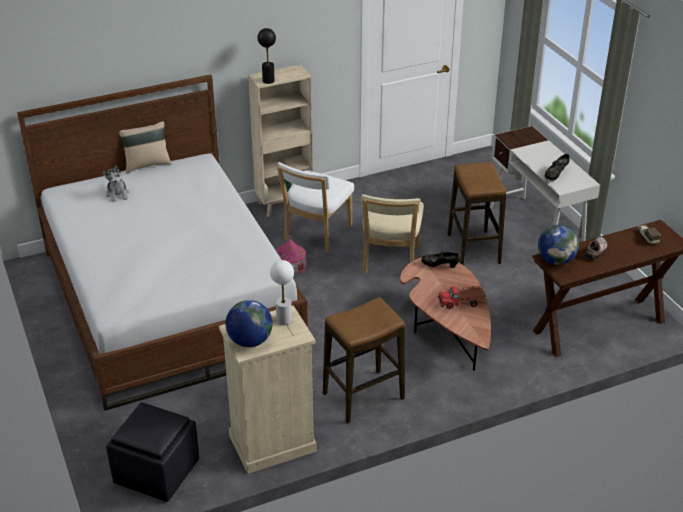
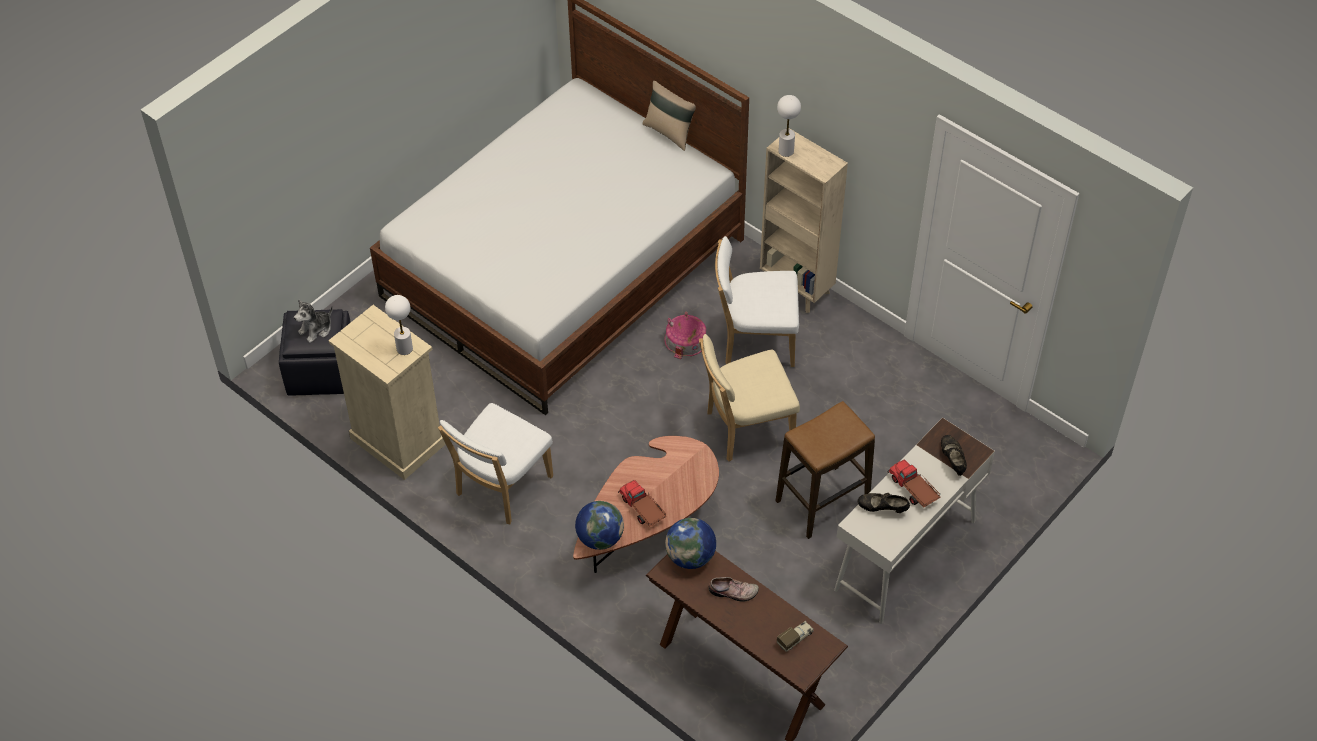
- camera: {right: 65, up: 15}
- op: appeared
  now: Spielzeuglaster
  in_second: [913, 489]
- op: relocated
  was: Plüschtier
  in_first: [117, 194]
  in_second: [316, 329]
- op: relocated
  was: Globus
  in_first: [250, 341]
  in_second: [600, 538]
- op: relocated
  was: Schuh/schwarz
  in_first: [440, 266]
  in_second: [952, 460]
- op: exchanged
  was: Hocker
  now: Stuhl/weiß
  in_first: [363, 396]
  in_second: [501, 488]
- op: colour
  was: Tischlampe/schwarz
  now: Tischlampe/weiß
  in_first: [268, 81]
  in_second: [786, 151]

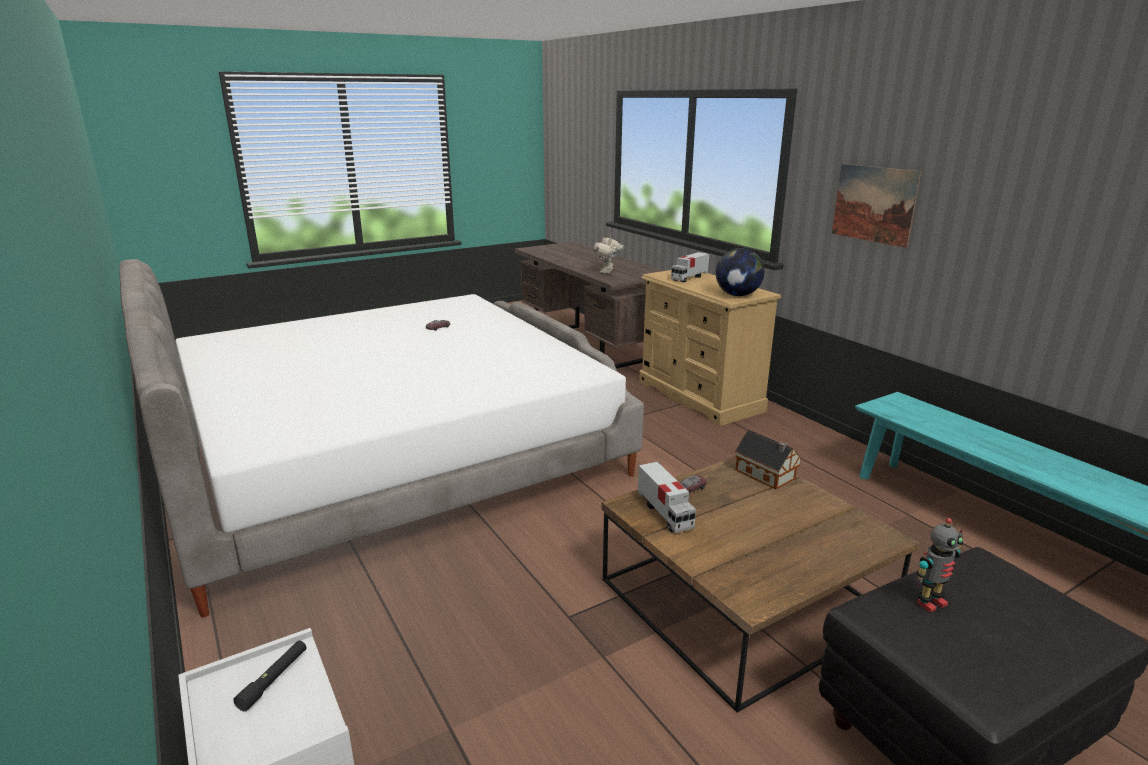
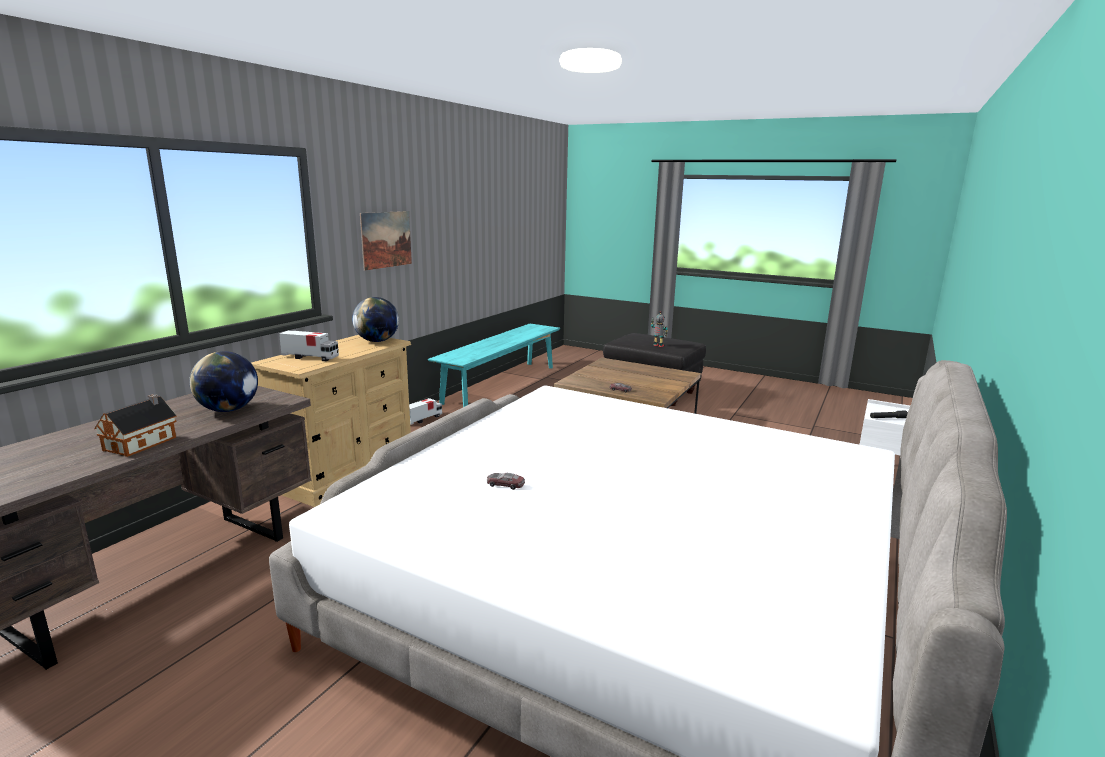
- camera: {right: -120, up: -5}
- op: relocated
  was: Spielzeuglaster
  in_first: [665, 513]
  in_second: [423, 419]
- op: relocated
  was: Spielzeughaus
  in_first: [766, 475]
  in_second: [143, 443]
- op: exchanged
  was: Spielzeugroboter
  now: Globus
  in_first: [607, 272]
  in_second: [228, 410]

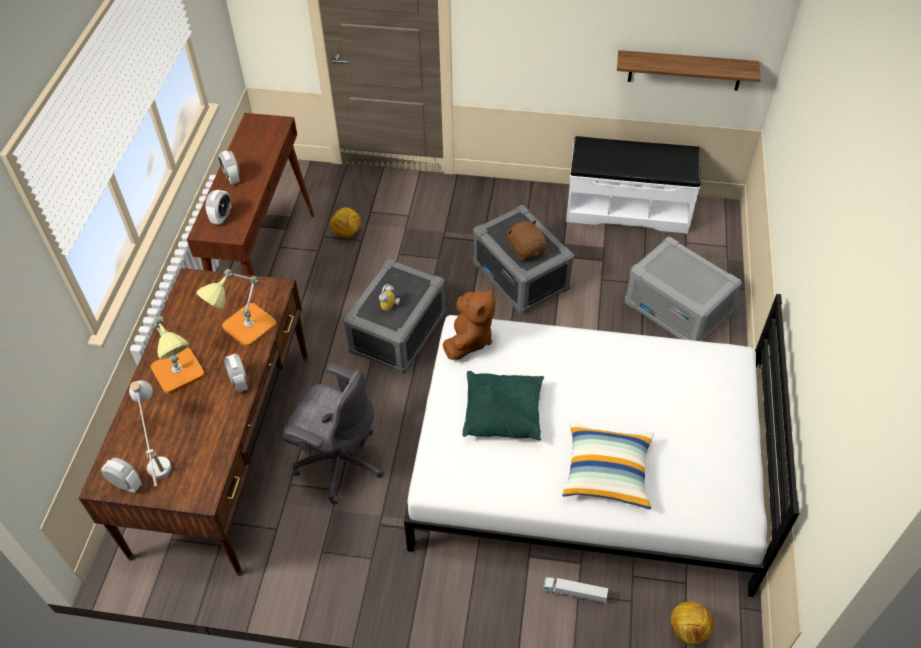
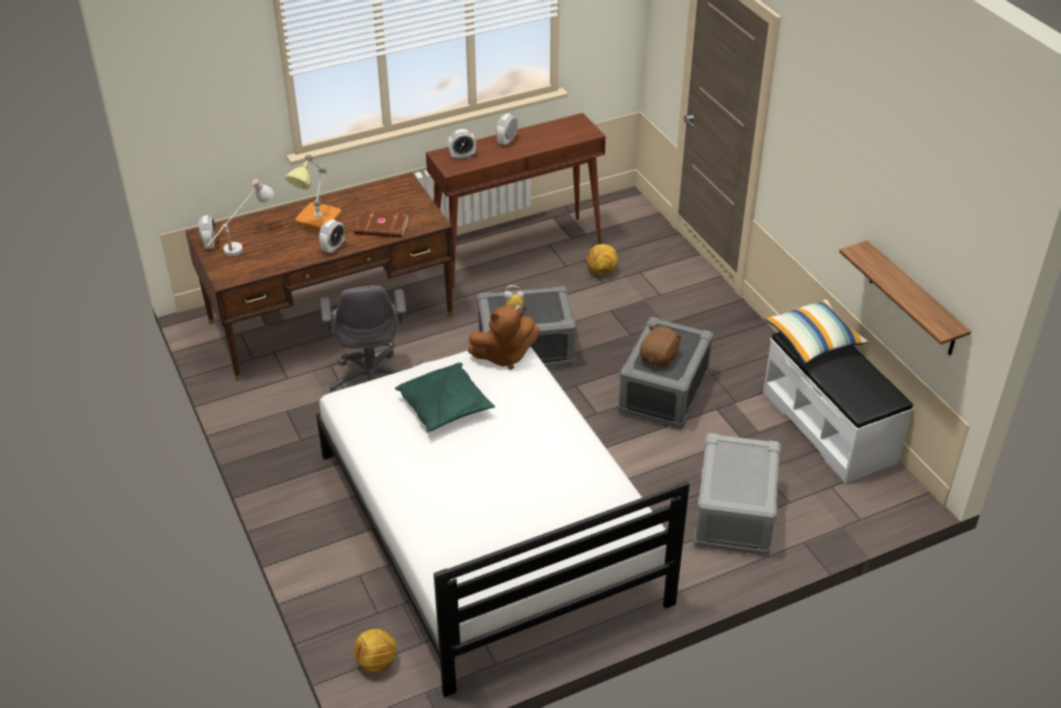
- camera: {right: 55, up: -10}
- op: missing
  was: Spielzeuglaster
  in_first: [574, 593]
- op: relocated
  was: Kissen
  in_first: [607, 472]
  in_second: [813, 341]
- op: exchanged
  was: Tischlampe
  now: Buch/braun
  in_first: [244, 330]
  in_second: [381, 227]

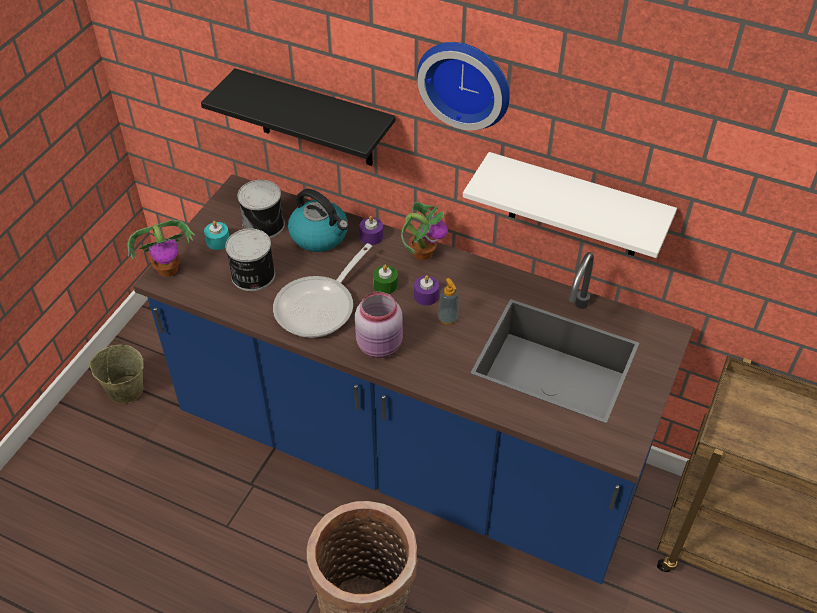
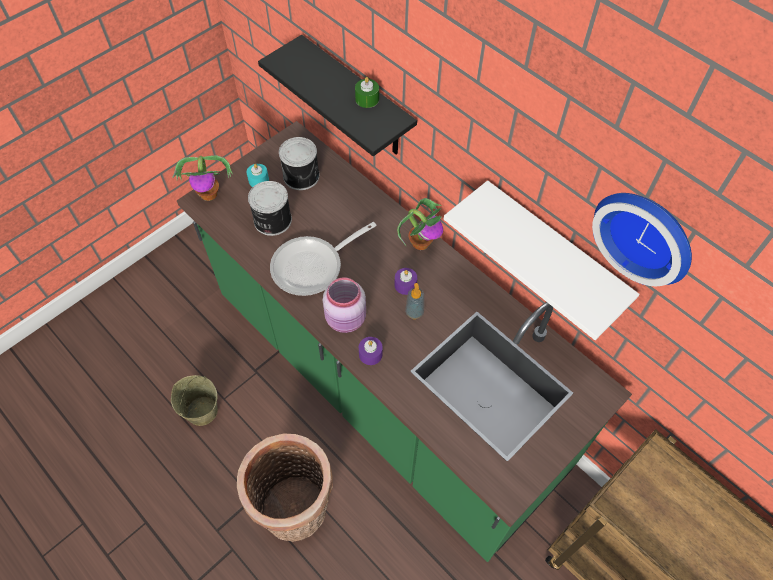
- camera: {right: 20, up: 10}
- op: missing
  was: Wasserkessel
  in_first: [320, 235]
- op: relocated
  was: Eimer/beige
  in_first: [125, 390]
  in_second: [201, 410]
- op: relocated
  was: Kerze/lila
  in_first: [371, 236]
  in_second: [370, 354]
- op: relocated
  was: Kerze/grün
  in_first: [385, 285]
  in_second: [367, 99]
- op: relocated
  was: Wanduhr
  in_first: [466, 81]
  in_second: [646, 234]
- op: colour
  was: Küchenzeile/blau
  now: Küchenzeile/grün
  in_first: [408, 451]
  in_second: [385, 385]

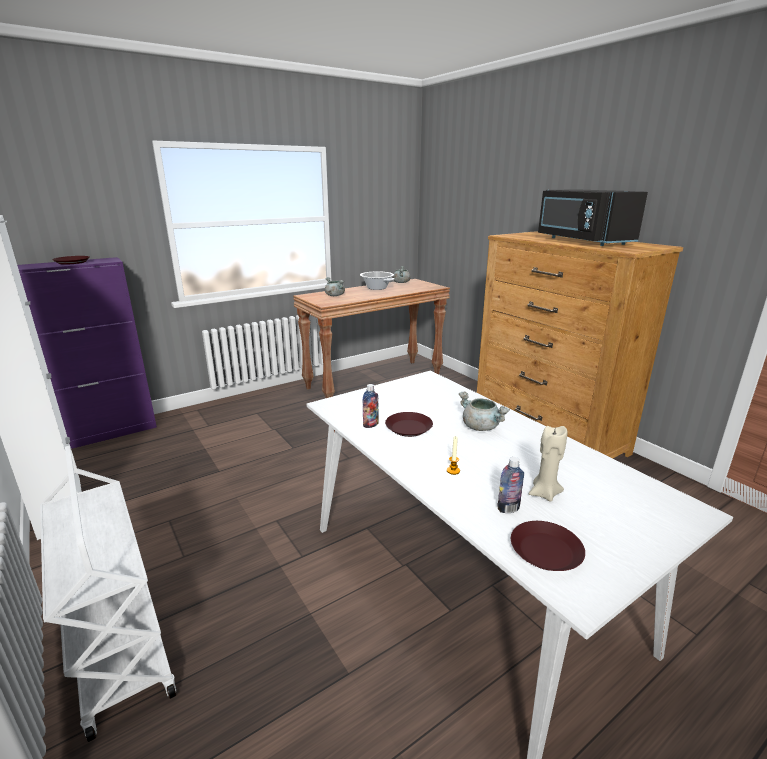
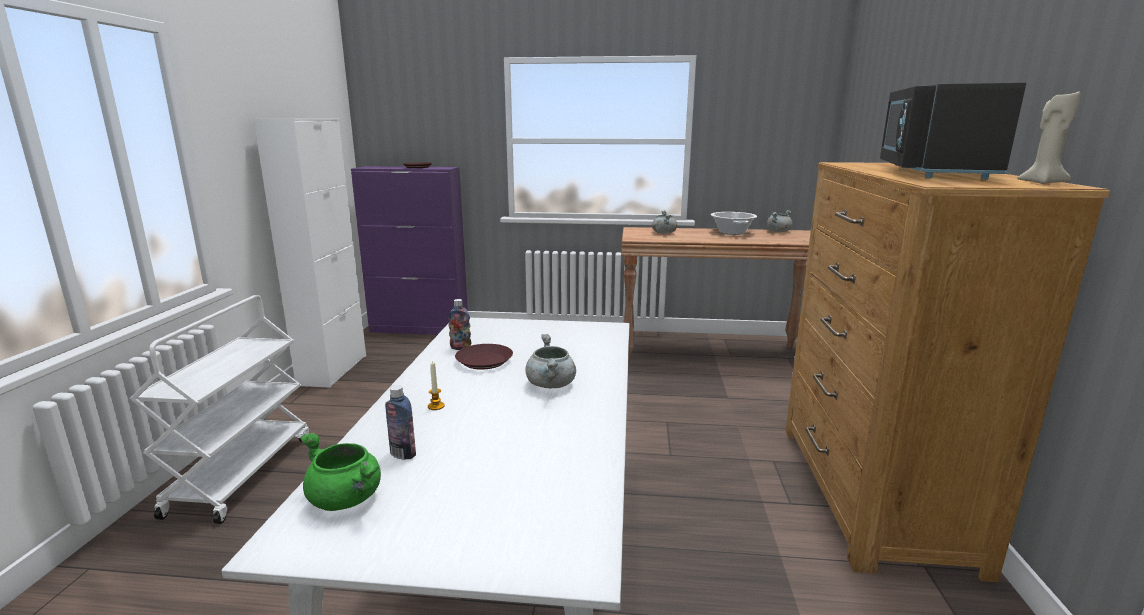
- camera: {right: 40, up: -5}
- op: relocated
  was: Kerze/beige
  in_first: [544, 493]
  in_second: [1041, 183]
- op: exchanged
  was: Teller/braun
  now: Kochtopf/grün
  in_first: [546, 551]
  in_second: [347, 499]

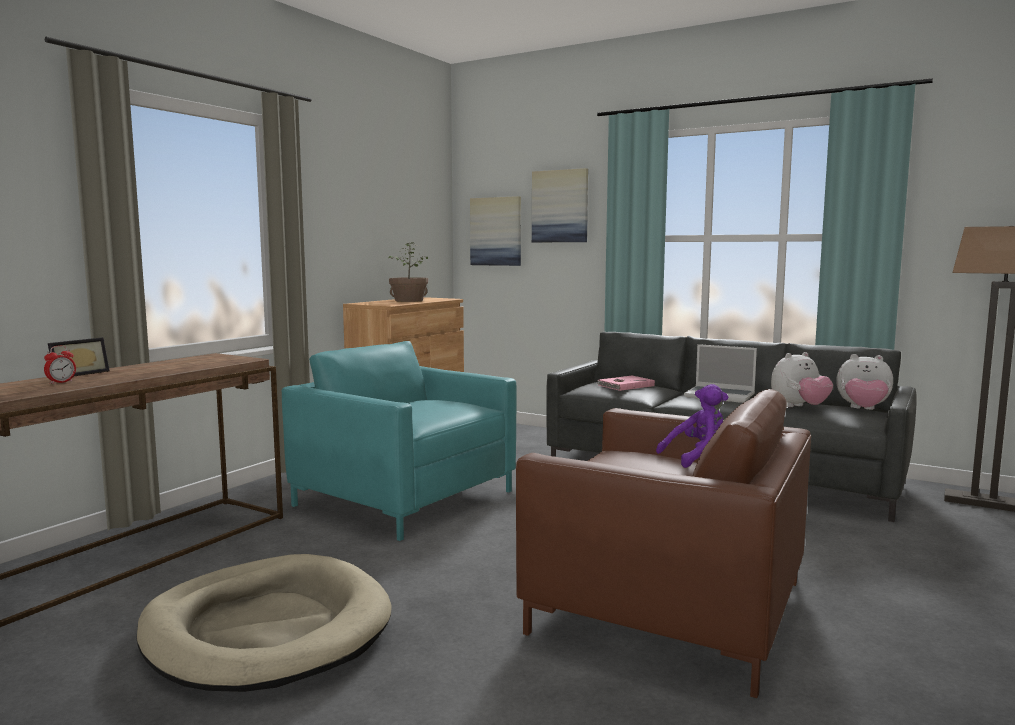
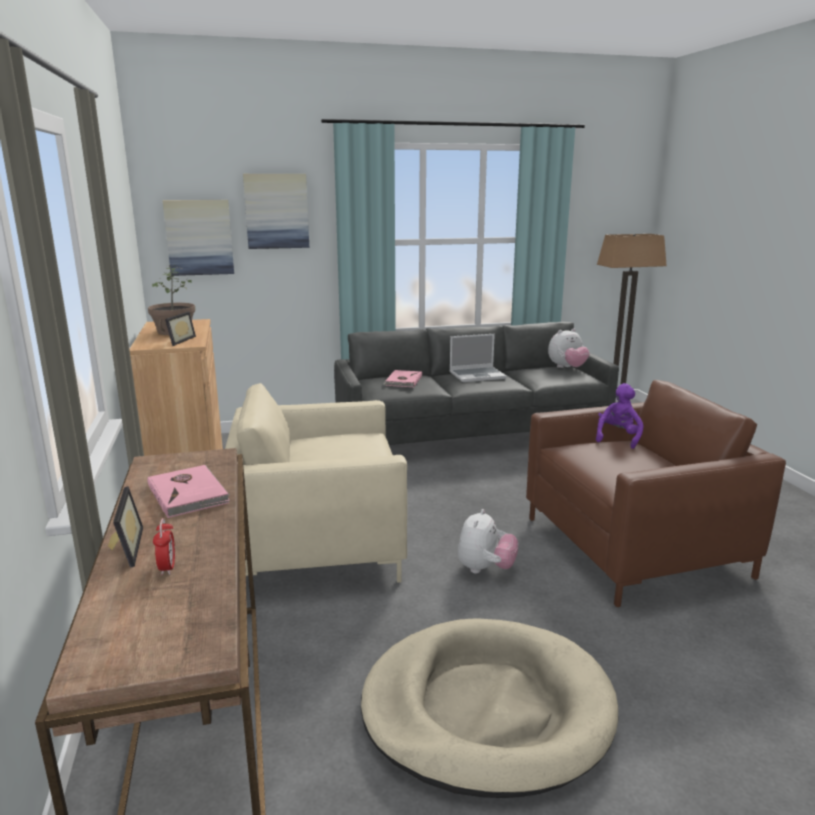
- camera: {right: -45, up: 10}
- op: appeared
  now: Buch/rosa
  in_second: [189, 493]
- op: appeared
  now: Bilderrahmen
  in_second: [178, 341]
- op: relocated
  was: Plüschtier
  in_first: [799, 407]
  in_second: [485, 569]
- op: colour
  was: Sessel/türkis
  now: Sessel/beige
  in_first: [405, 498]
  in_second: [316, 542]

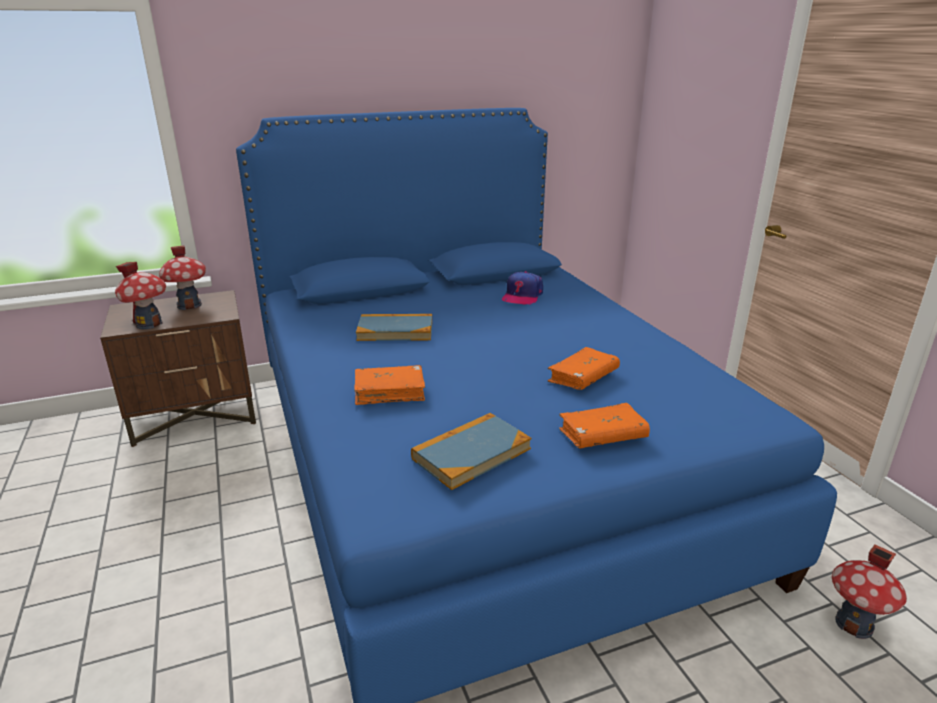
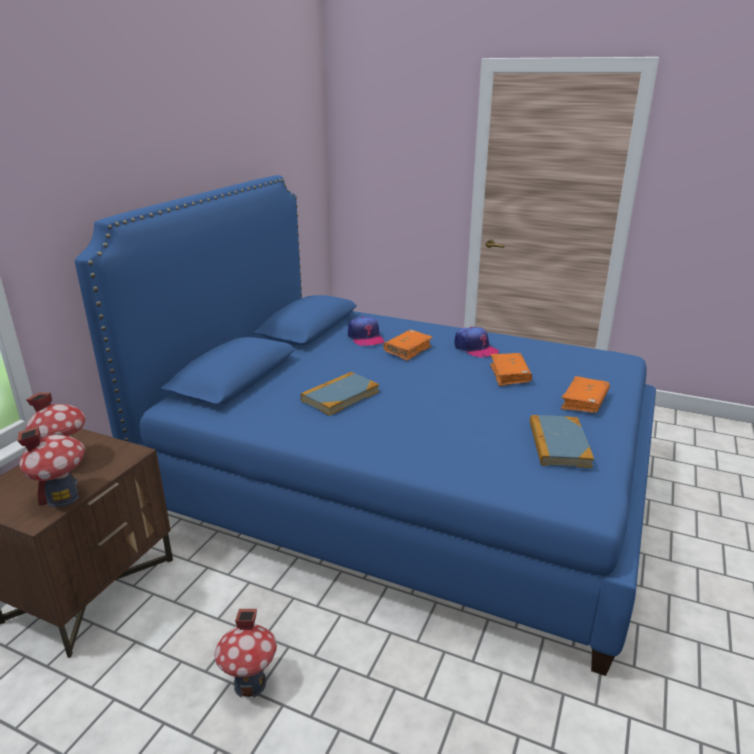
- camera: {right: -45, up: 0}
- op: appeared
  now: Kappe
  in_second: [475, 348]
- op: relocated
  was: Buch/orange
  in_first: [389, 392]
  in_second: [408, 350]
- op: relocated
  was: Spielzeughaus
  in_first: [854, 624]
  in_second: [250, 684]

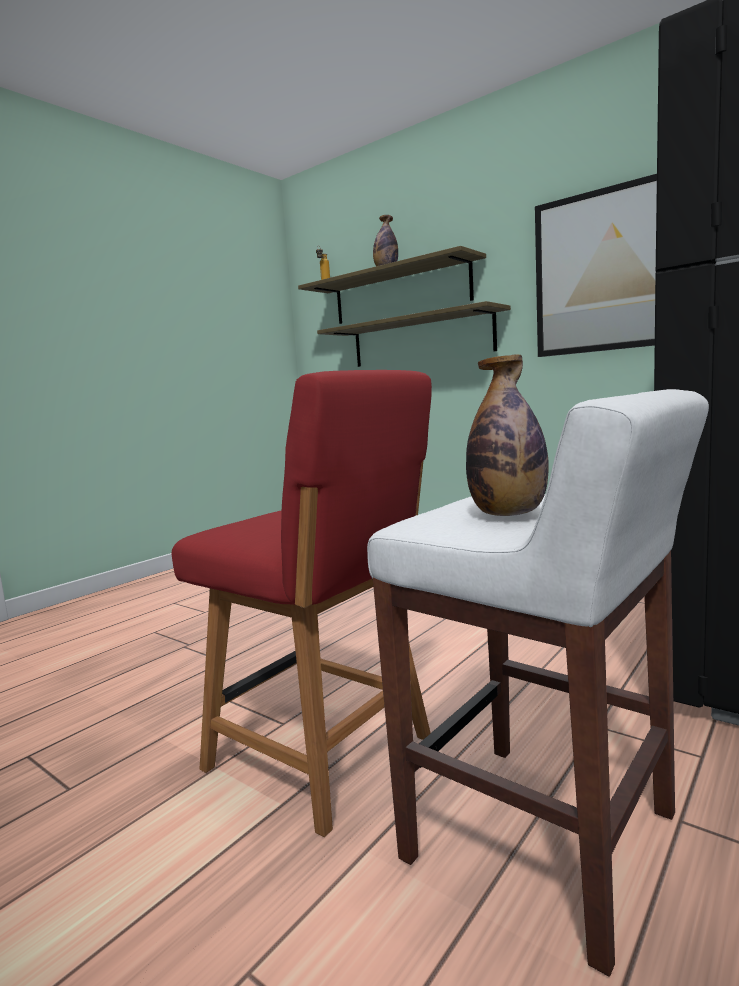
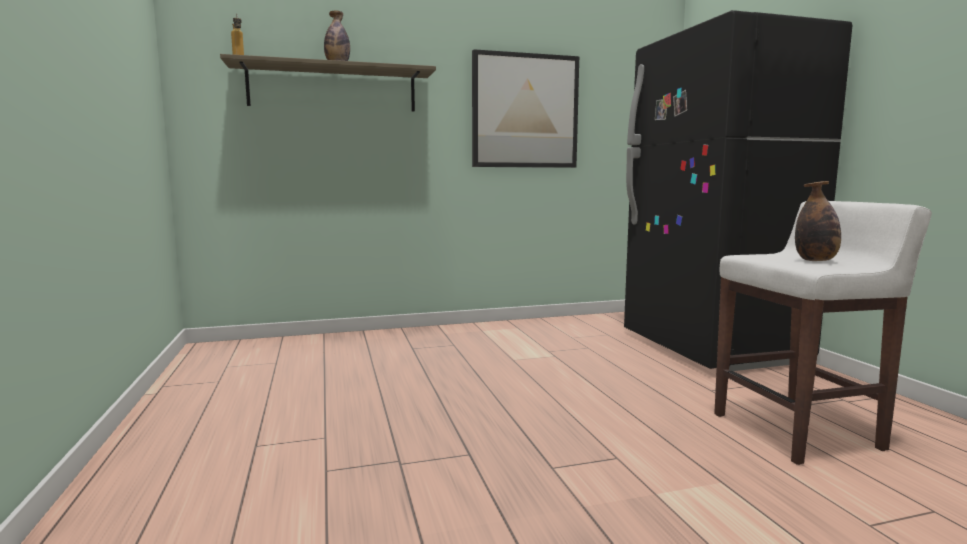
- camera: {right: -55, up: 0}
- op: missing
  was: Stuhl/rot
  in_first: [325, 755]
- op: missing
  was: Wandregal
  in_first: [420, 340]

